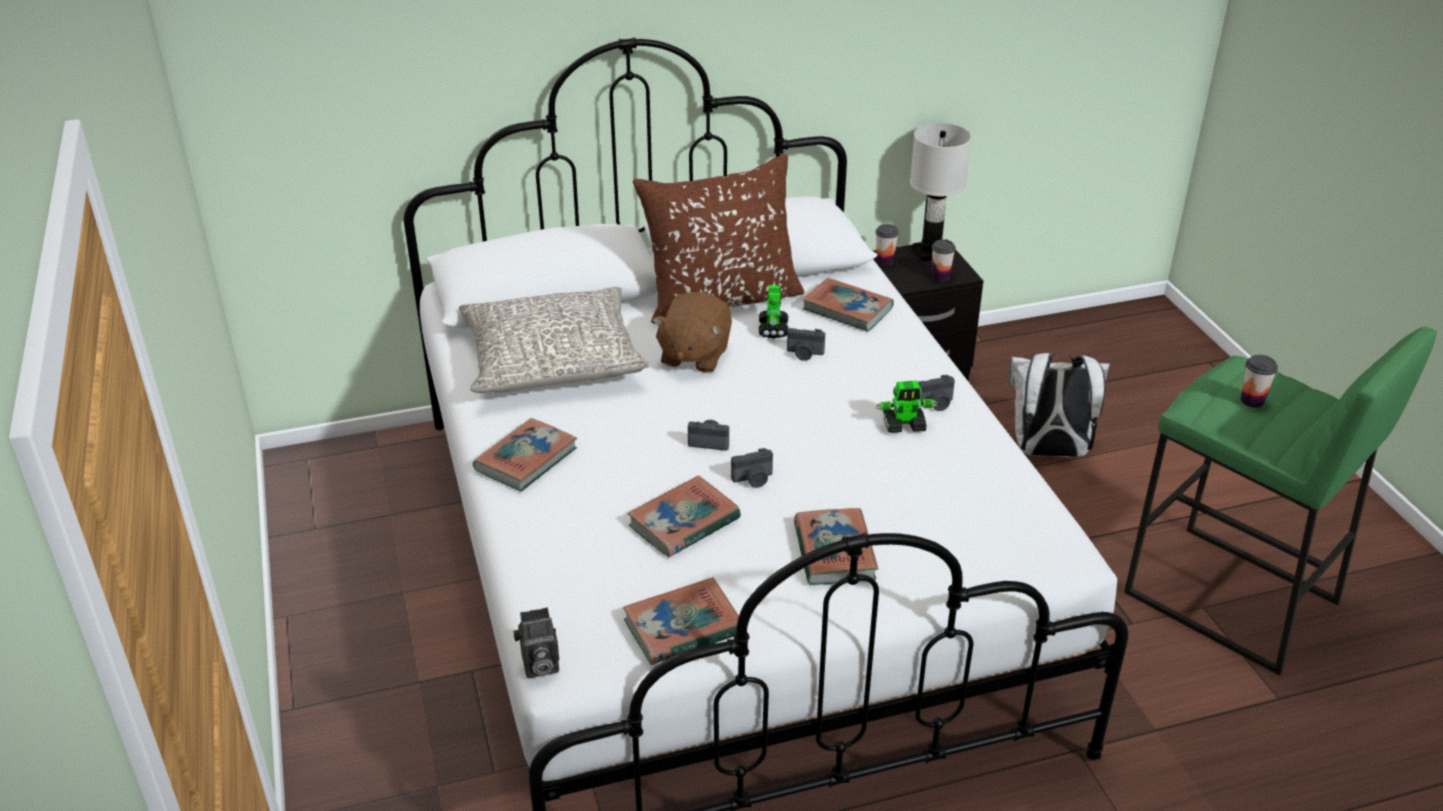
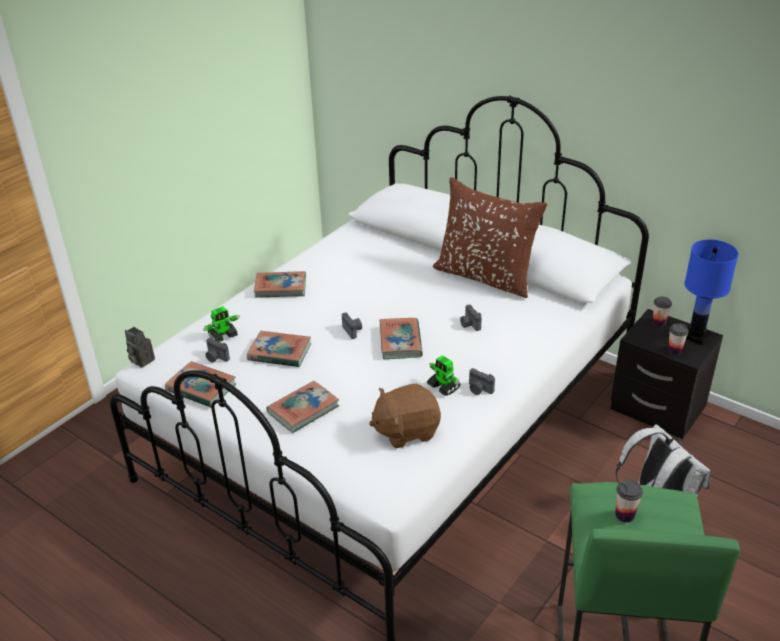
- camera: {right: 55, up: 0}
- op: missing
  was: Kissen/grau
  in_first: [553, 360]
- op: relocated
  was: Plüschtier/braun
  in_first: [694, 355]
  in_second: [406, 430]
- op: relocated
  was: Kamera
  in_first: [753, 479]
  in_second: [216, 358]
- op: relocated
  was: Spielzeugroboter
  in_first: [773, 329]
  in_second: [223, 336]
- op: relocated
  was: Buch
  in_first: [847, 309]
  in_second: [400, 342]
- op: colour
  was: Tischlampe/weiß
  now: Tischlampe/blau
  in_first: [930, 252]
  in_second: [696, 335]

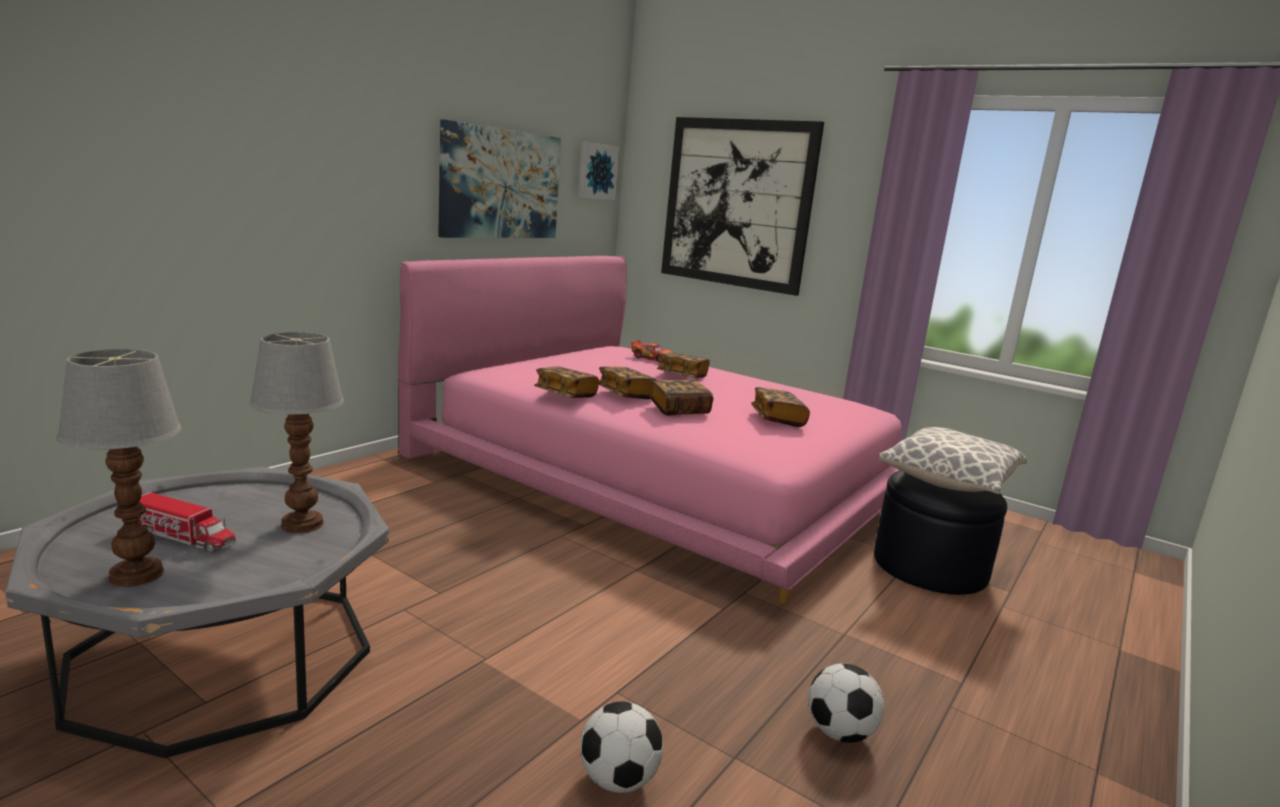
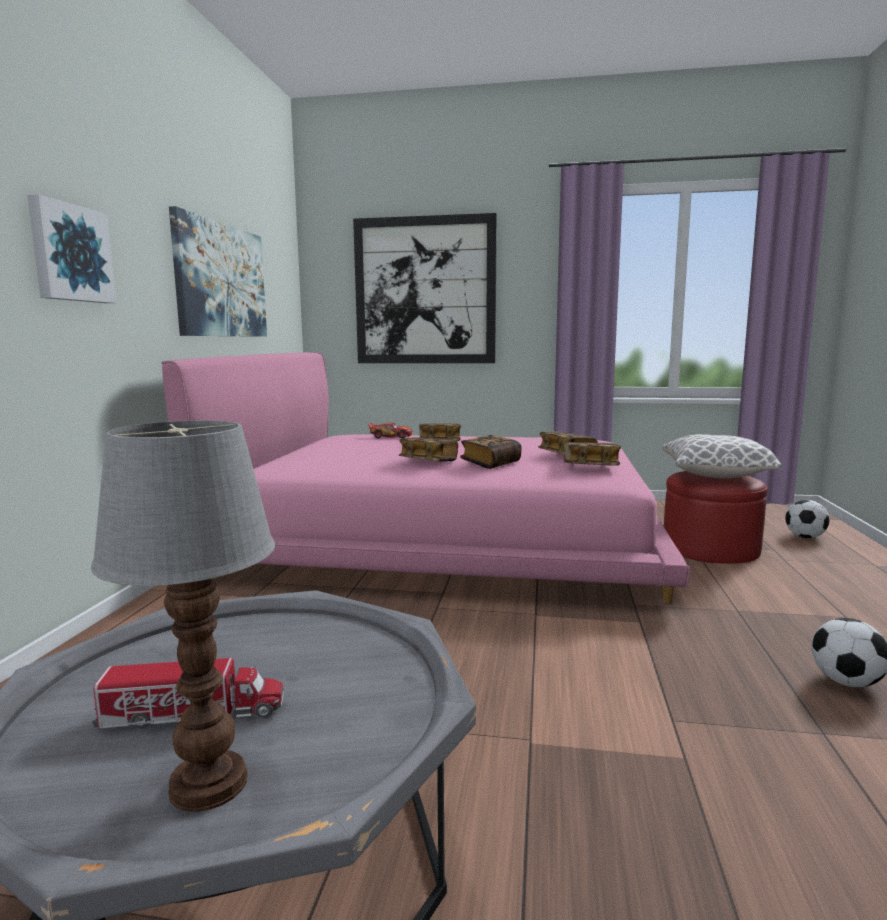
- camera: {right: -25, up: -5}
- op: missing
  was: Tischlampe
  in_first: [300, 524]
- op: relocated
  was: Buch
  in_first: [565, 395]
  in_second: [590, 467]
- op: relocated
  was: Bild
  in_first: [596, 171]
  in_second: [70, 253]
- op: relocated
  was: Fußball
  in_first: [618, 780]
  in_second: [805, 537]
- op: colour
  was: Polsterhocker/schwarz
  now: Polsterhocker/rot
  in_first: [929, 566]
  in_second: [710, 548]

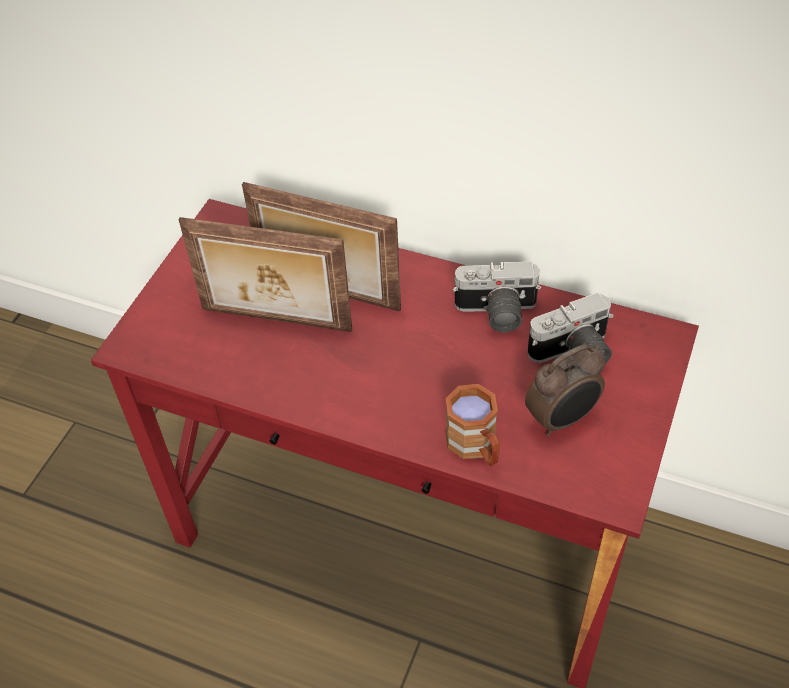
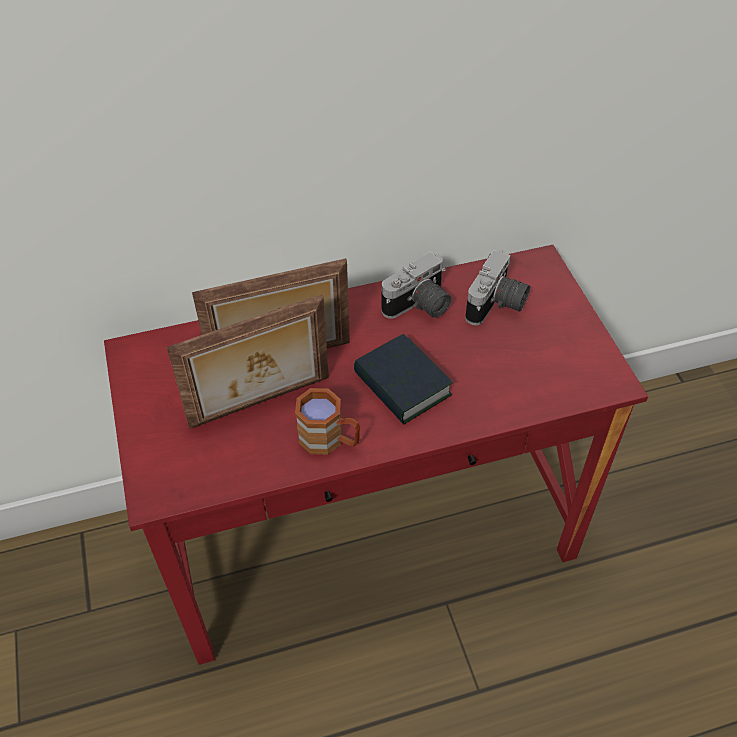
- camera: {right: -40, up: 0}
- op: missing
  was: Wecker
  in_first: [562, 419]
- op: appeared
  now: Buch
  in_second: [402, 385]
- op: relocated
  was: Henkelbecher/braun
  in_first: [476, 446]
  in_second: [329, 440]

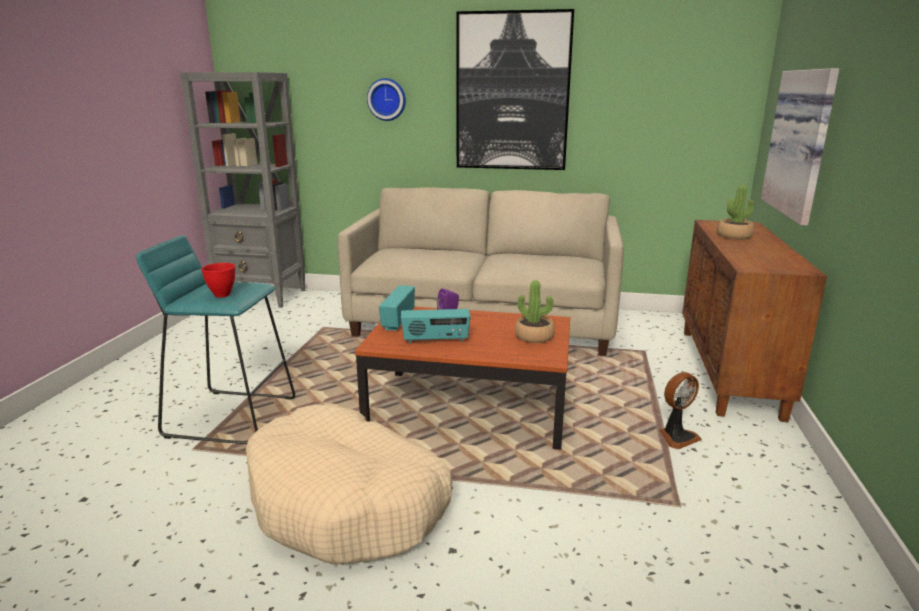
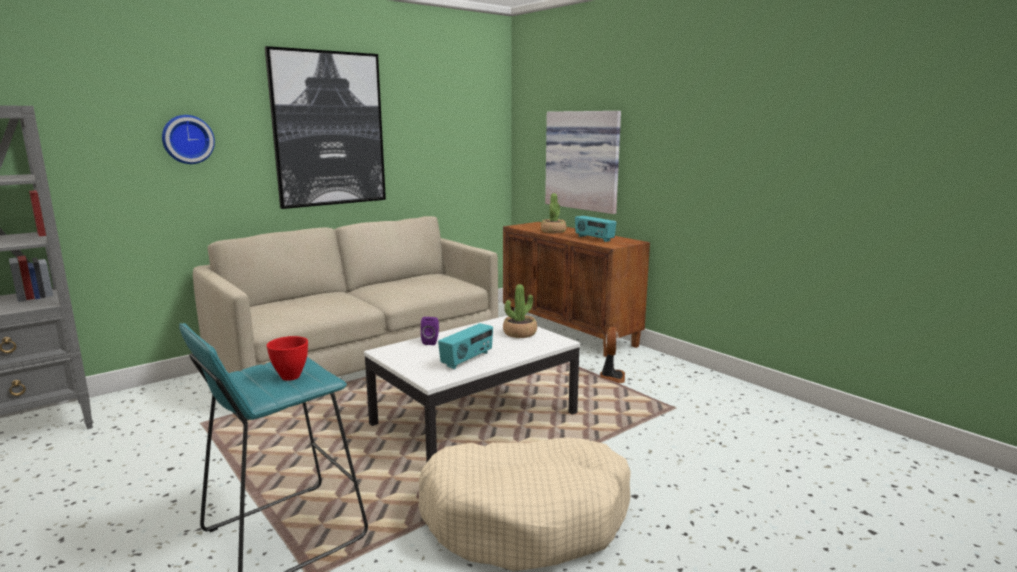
- camera: {right: -50, up: -5}
- op: relocated
  was: Radio
  in_first: [397, 321]
  in_second: [594, 238]
- op: colour
  was: Couchtisch/braun
  now: Couchtisch/weiß
  in_first: [469, 407]
  in_second: [475, 418]

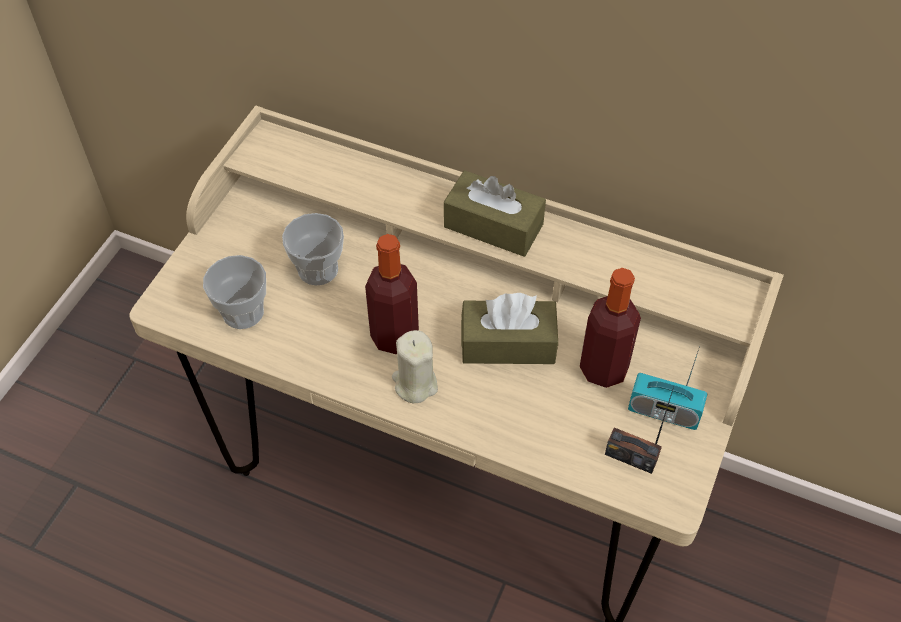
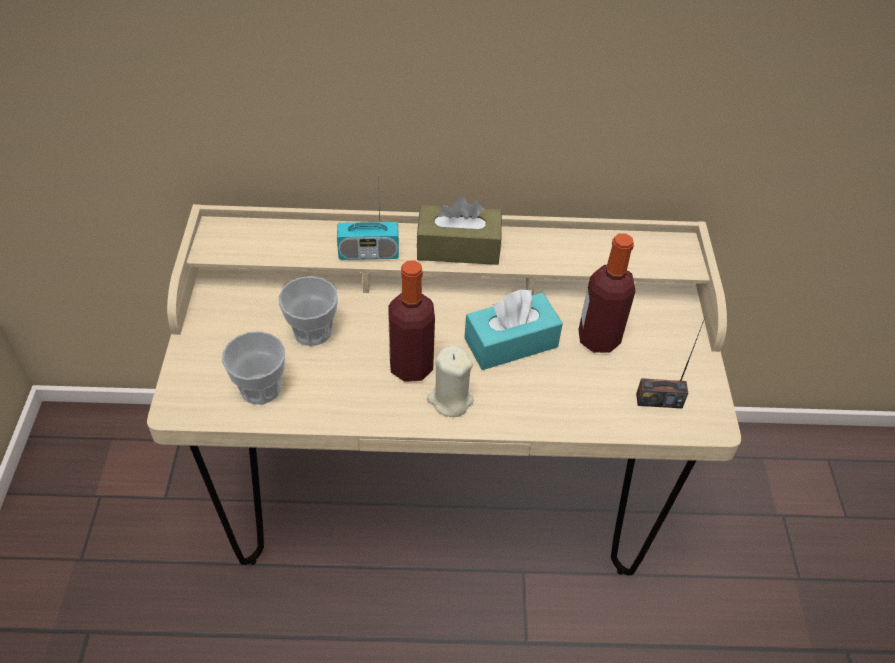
- camera: {right: -25, up: -5}
- op: relocated
  was: Radio
  in_first: [664, 411]
  in_second: [368, 253]
- op: colour
  was: Taschentuchbox/braun
  now: Taschentuchbox/türkis
  in_first: [508, 343]
  in_second: [511, 342]

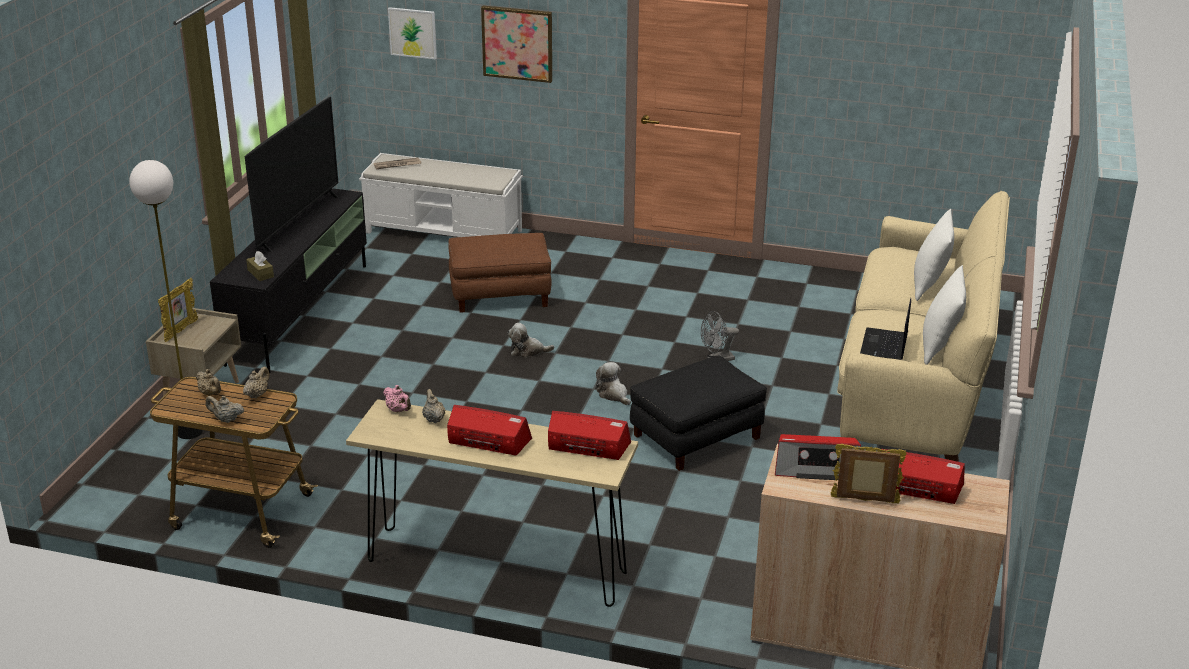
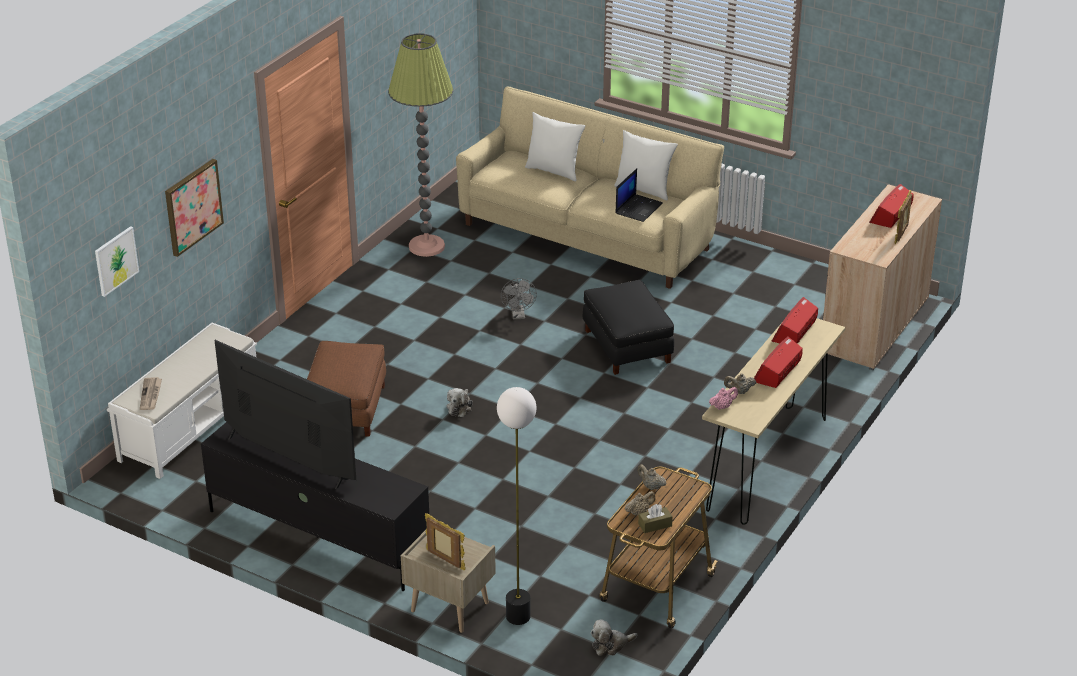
- camera: {right: -75, up: 5}
- op: missing
  was: Teekanne/beige
  in_first: [226, 419]
- op: missing
  was: Radio
  in_first: [816, 467]
- op: appeared
  now: Stehlampe
  in_second: [426, 246]
- op: relocated
  was: Taschentuchbox/braun
  in_first: [260, 273]
  in_second: [655, 525]
- op: relocated
  was: Plüschtier
  in_first: [613, 394]
  in_second: [610, 645]
- op: spun
  was: Laptop
  in_first: [884, 345]
  in_second: [638, 208]
  clockwise: -90

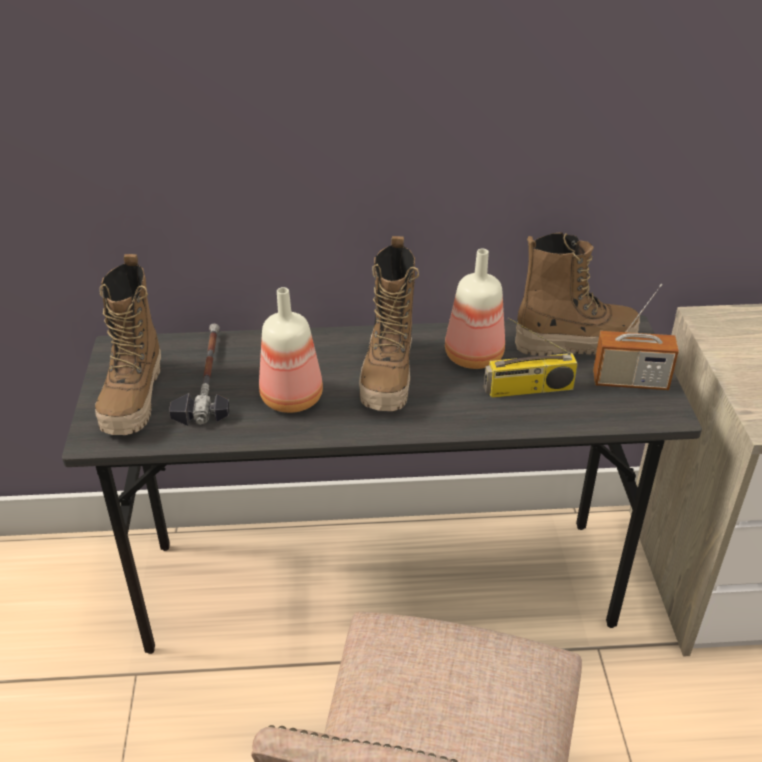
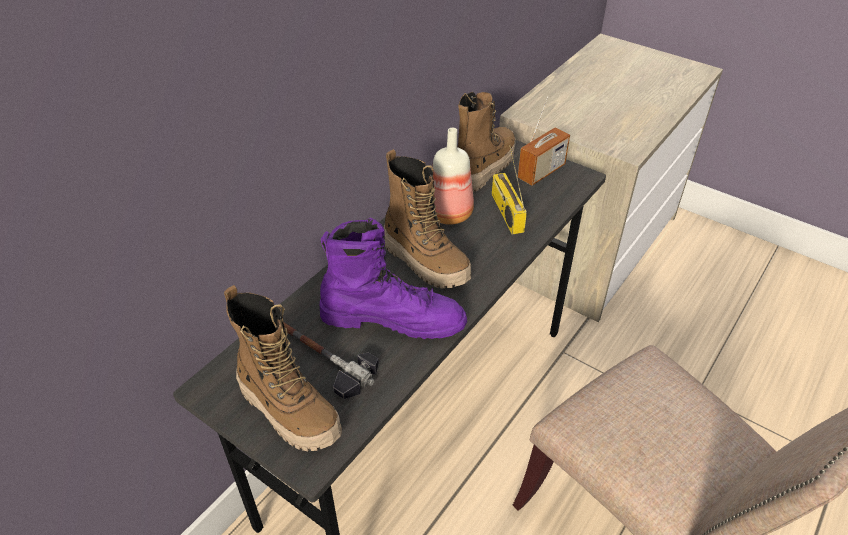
- camera: {right: -50, up: 5}
- op: exchanged
  was: Flasche
  now: Stiefel/lila
  in_first: [293, 397]
  in_second: [393, 318]
- op: spun
  was: Radio
  in_first: [528, 389]
  in_second: [505, 212]
  clockwise: 135

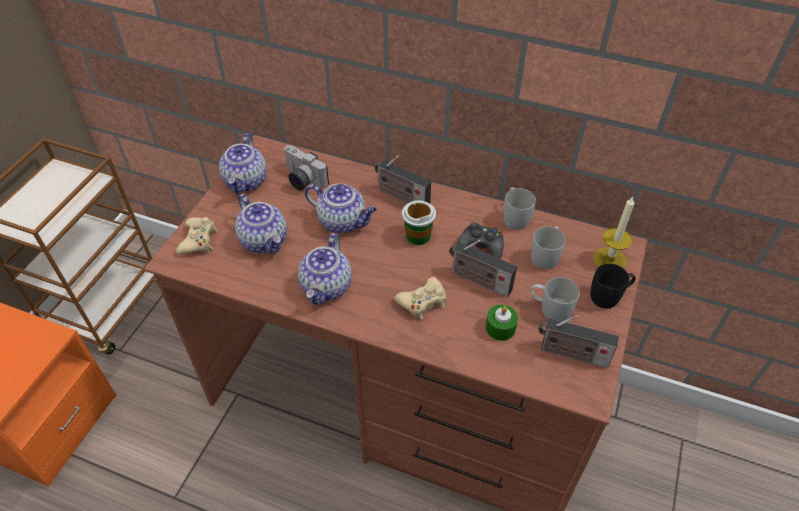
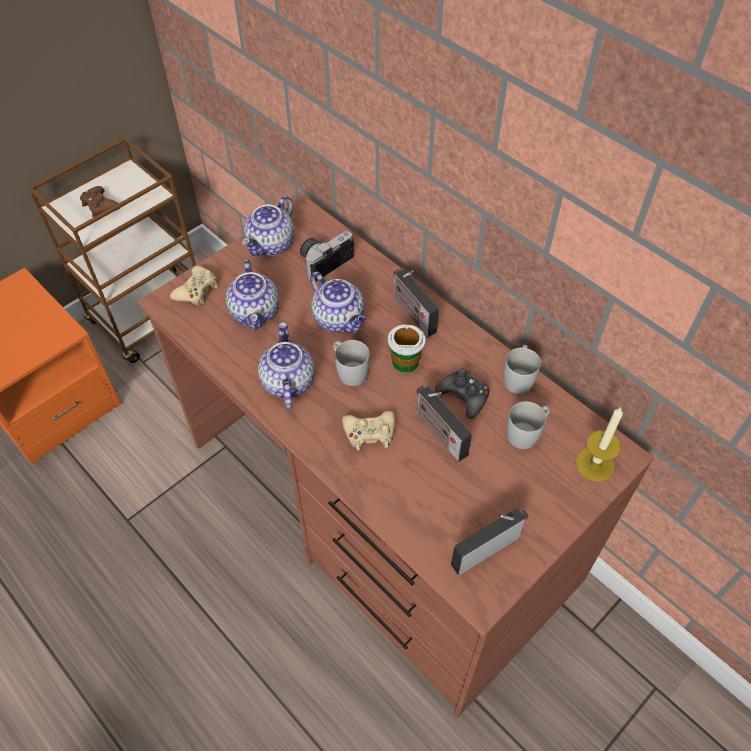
- camera: {right: 25, up: 5}
- op: missing
  was: Kerze/grün
  in_first: [500, 328]
- op: missing
  was: Henkelbecher/schwarz
  in_first: [609, 296]
- op: appeared
  now: Gamepad/braun
  in_second: [100, 206]
- op: relocated
  was: Henkelbecher/weiß
  in_first: [549, 309]
  in_second: [349, 370]
- op: spun
  was: Kamera
  in_first: [302, 180]
  in_second: [324, 261]
  clockwise: 75
- op: spun
  was: Teekanne
  in_first: [327, 287]
  in_second: [287, 382]
  clockwise: 135
- op: spun
  was: Radio
  in_first: [570, 354]
  in_second: [487, 548]
  clockwise: 105

